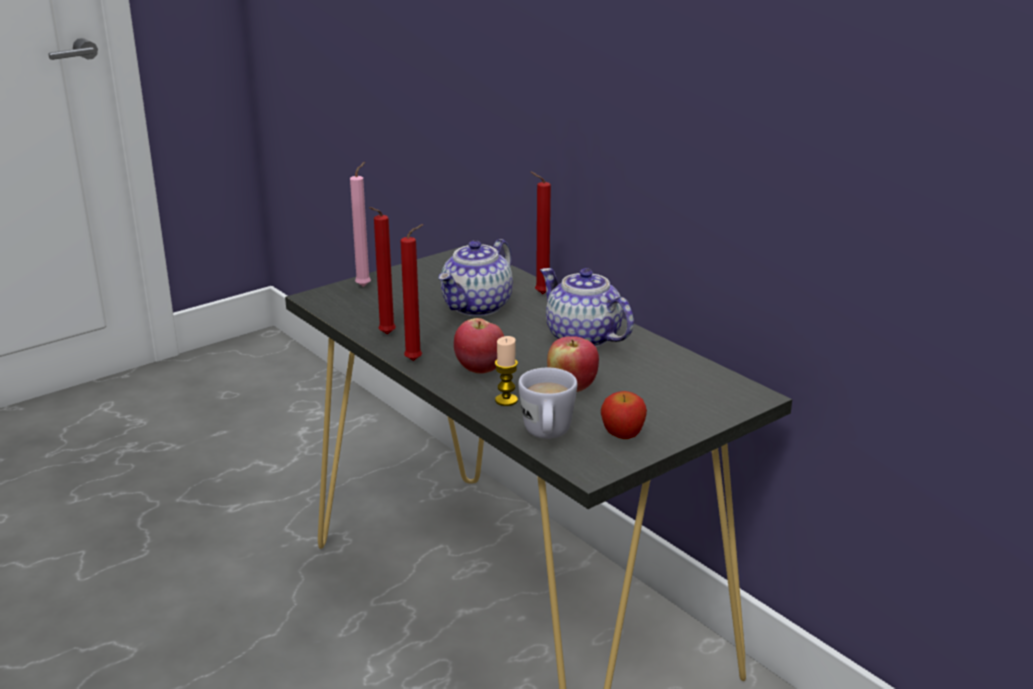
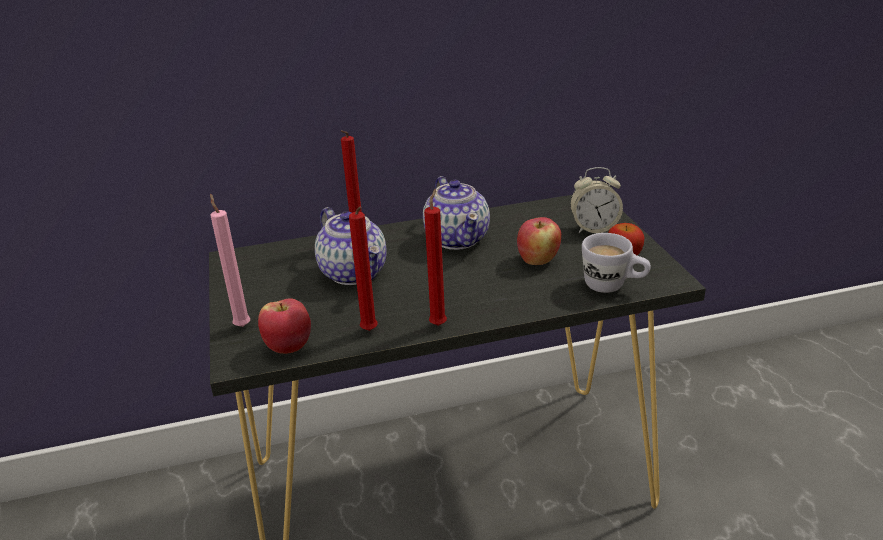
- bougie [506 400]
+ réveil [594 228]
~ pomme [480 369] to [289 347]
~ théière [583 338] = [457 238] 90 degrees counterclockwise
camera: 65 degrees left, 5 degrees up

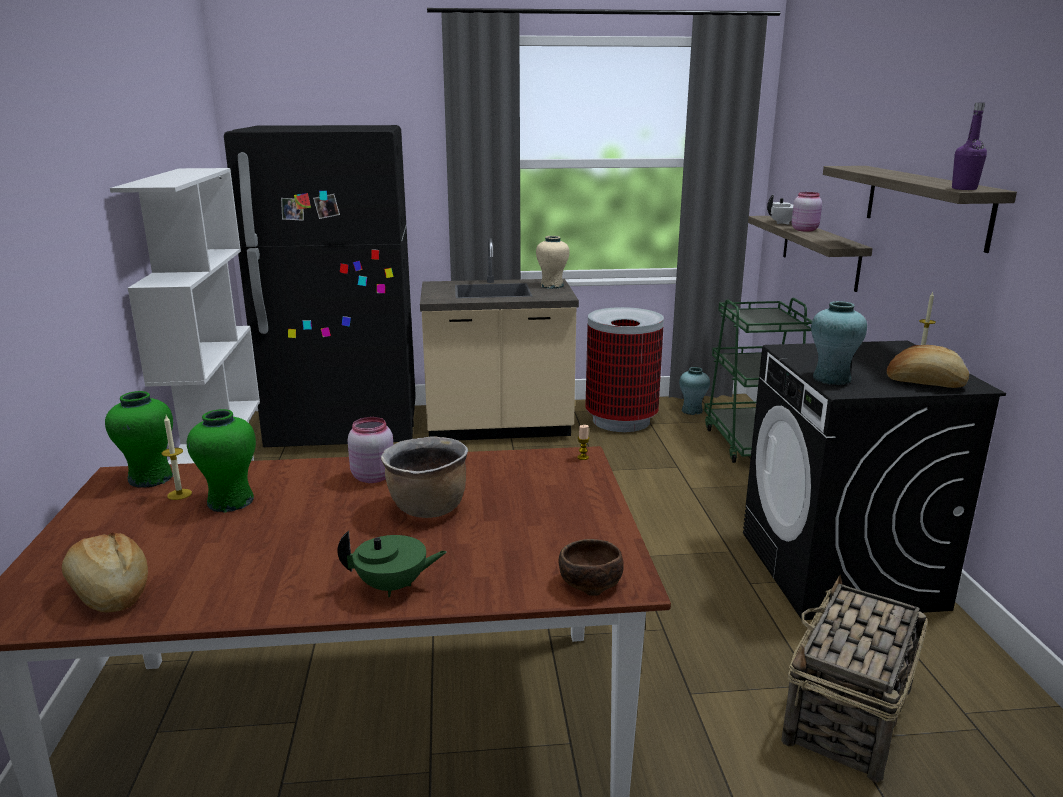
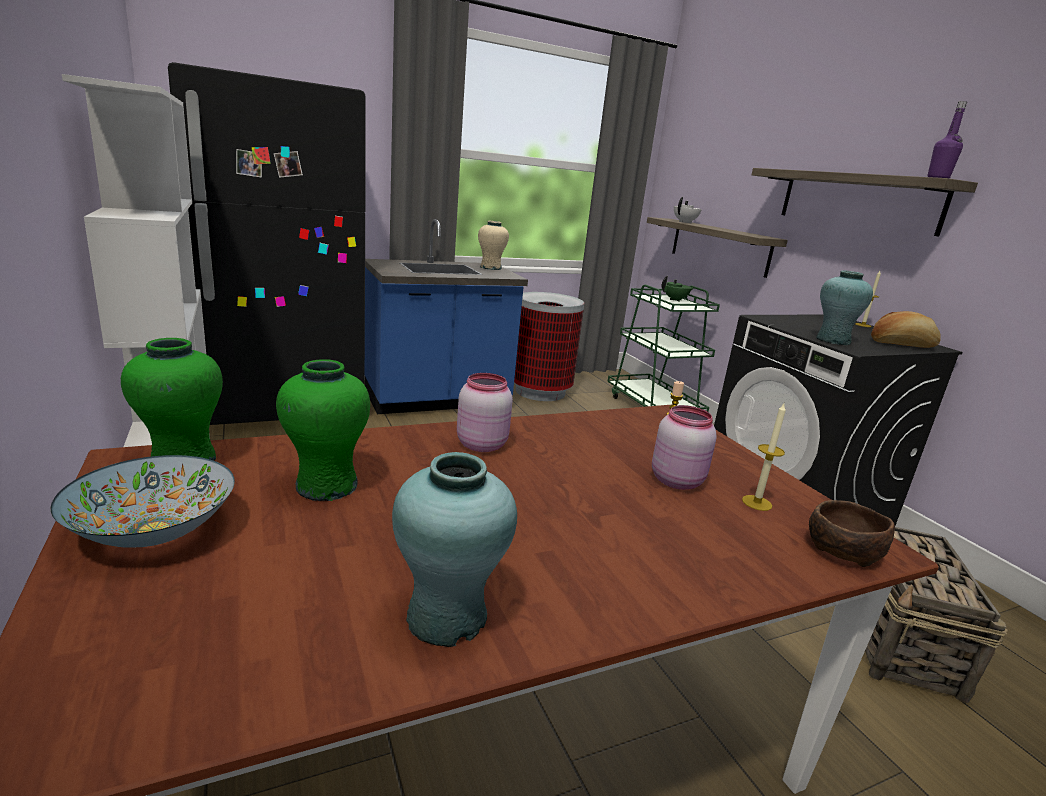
- pain [108 592]
- marmite (marron) [427 508]
+ bol [154 531]
~ bougie [179 494] to [757 503]
~ théière (vert) [393 586] to [675 300]
~ vase (turquoise) [692 411] to [447 616]
~ bocal (rose) [805 230] to [677 480]
~ comptoir de cuisine (beige) [499 428] to comptoir de cuisine (bleu) [437 400]
camera: 20 degrees left, 0 degrees up

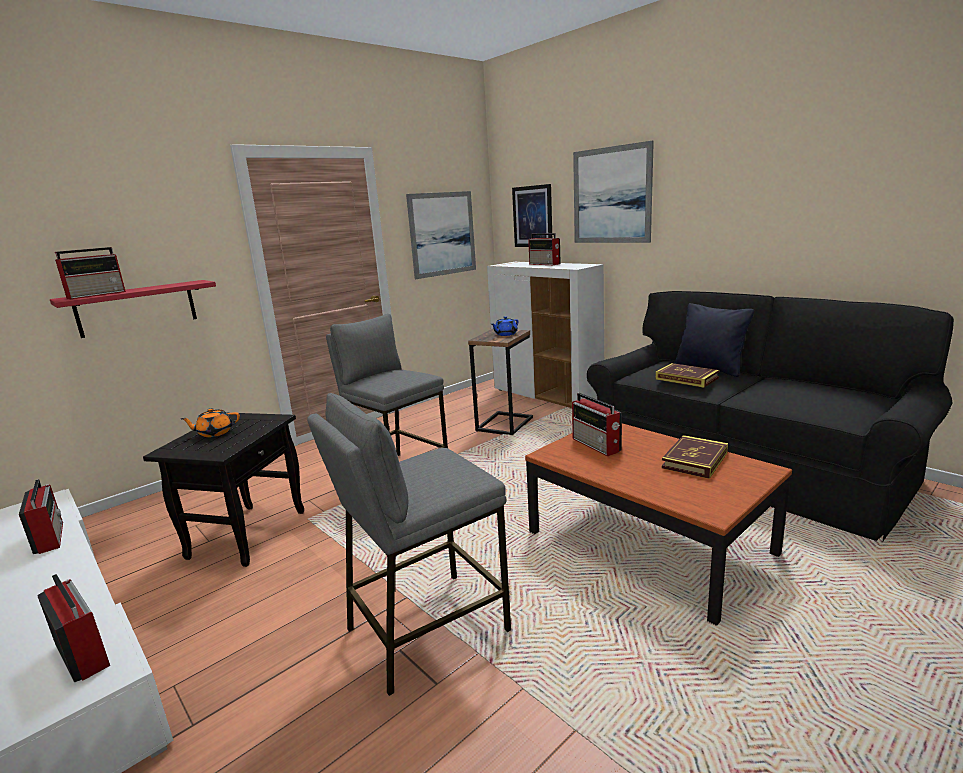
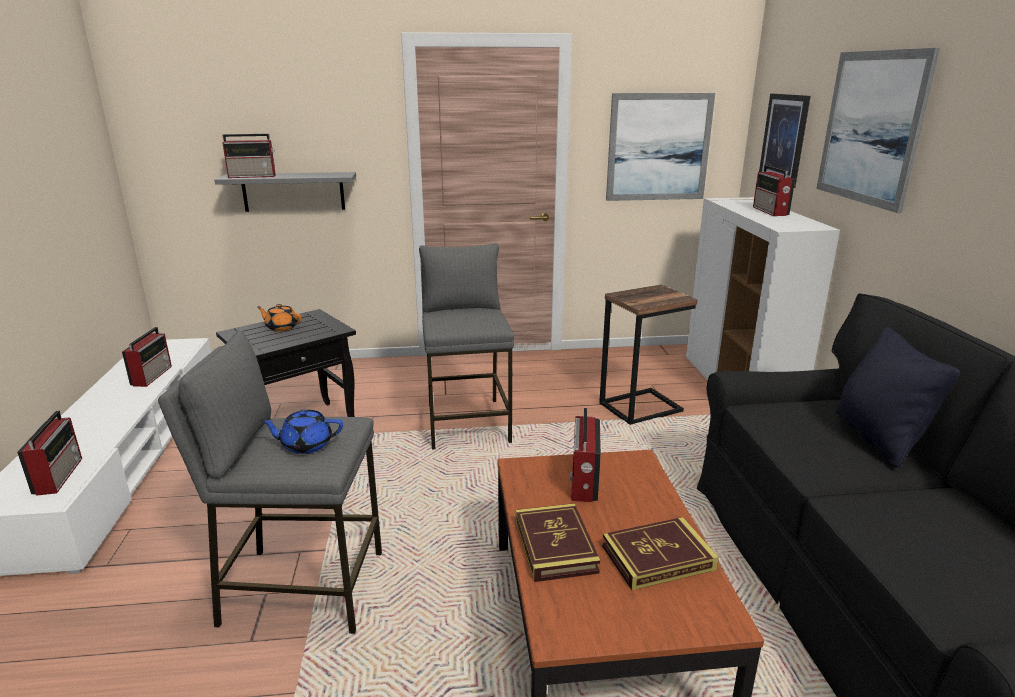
~ théière (bleu) [505 334] to [306 445]
~ livre [686 378] to [555 546]
~ étagère (rouge) [137 308] to étagère (gris) [293 191]
camera: 35 degrees right, 5 degrees up

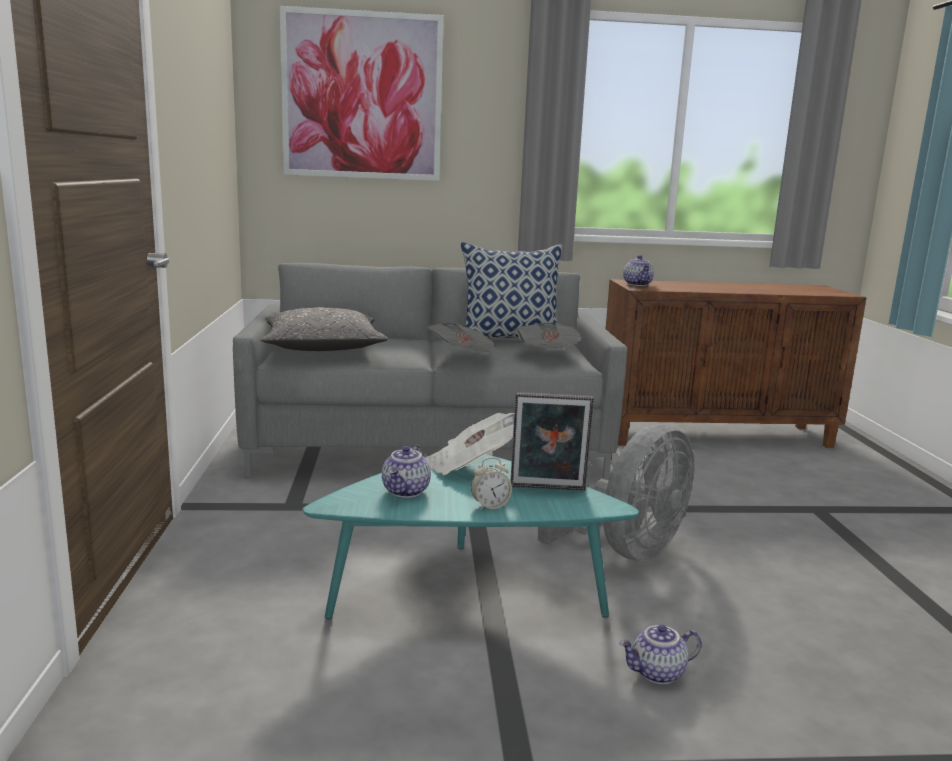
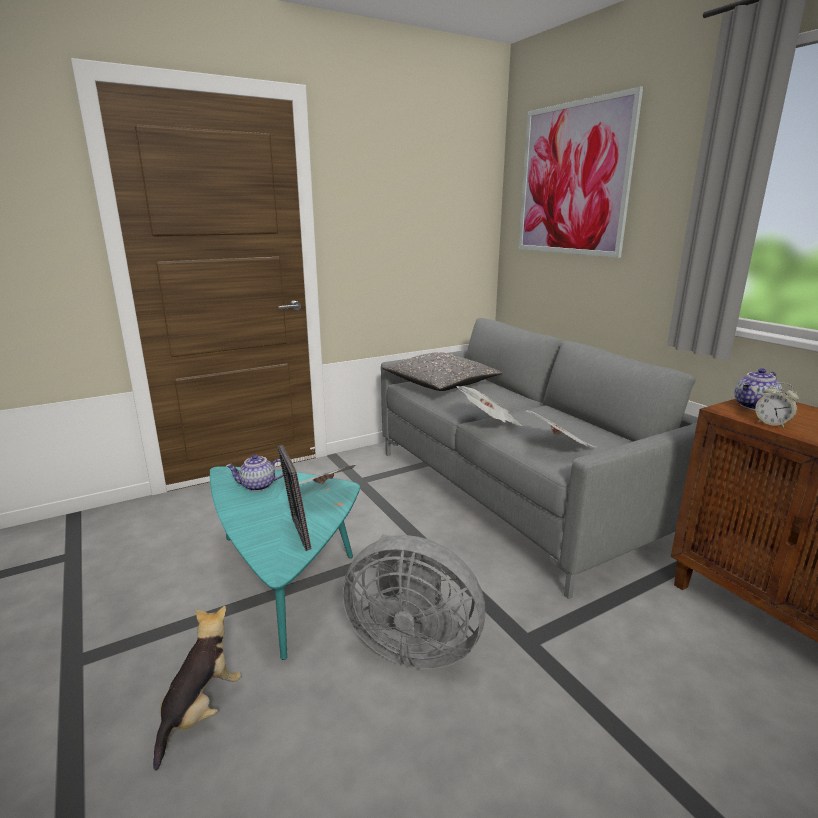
- coussin [510 340]
~ réveil [490 506] to [772 424]
~ théière [657 674] to peluche [200 710]
camera: 65 degrees right, 5 degrees up

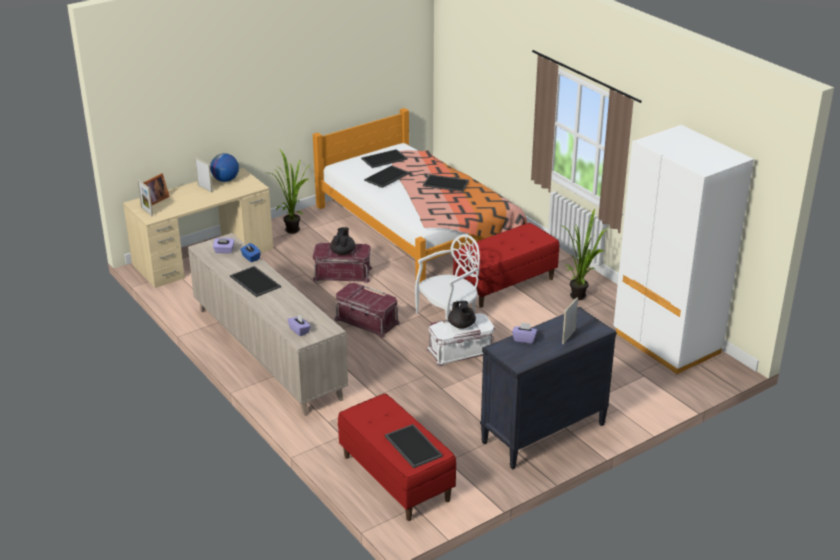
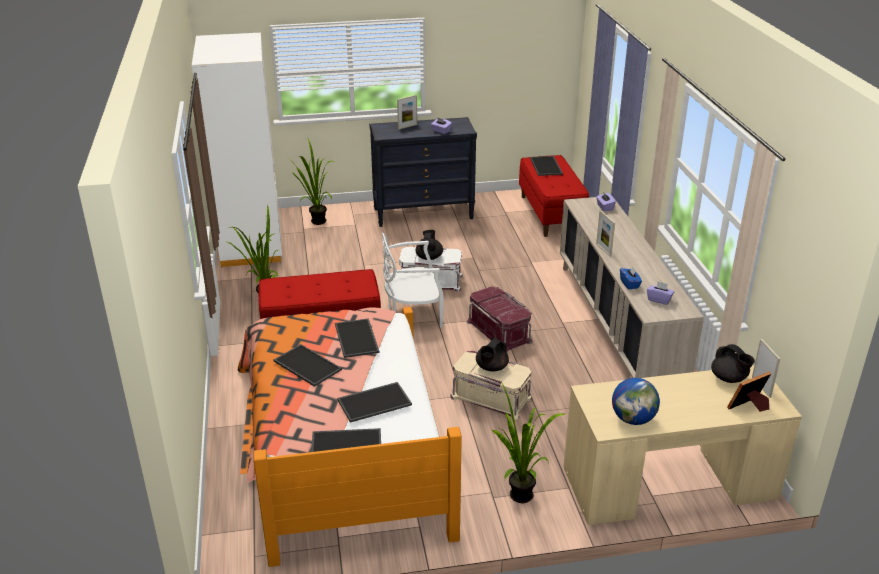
+ plante en pot [315 223]
+ théière (noir) [729 378]
~ cadre photo [205 188] to [603 250]
~ plateau [254 282] to [357 338]
~ boîte de rangement (rouge) [342 273] to boîte de rangement (beige) [490 398]
camera: 155 degrees left, 0 degrees up

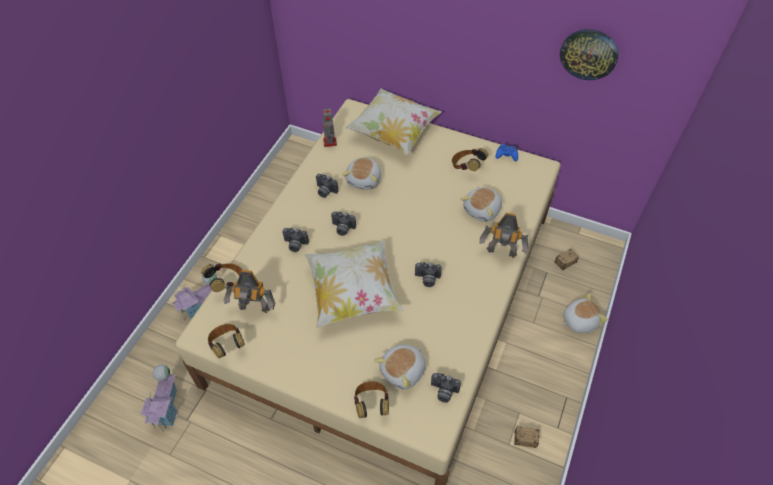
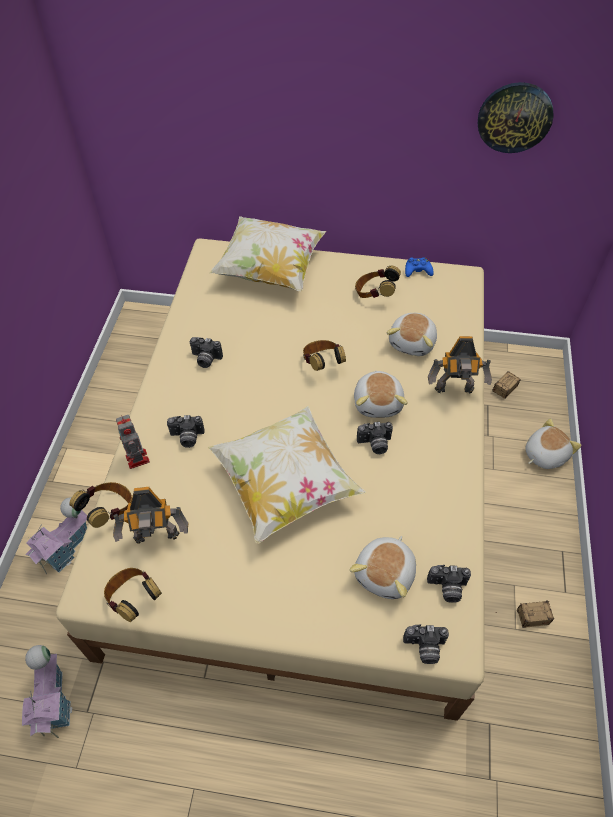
~ robot jouet [330 143] to [138 460]
~ appareil photo [342 229] to [424 648]
~ peluche [364 179] to [378 402]
~ casque audio [371 404] to [322 364]
camera: 15 degrees left, 0 degrees up

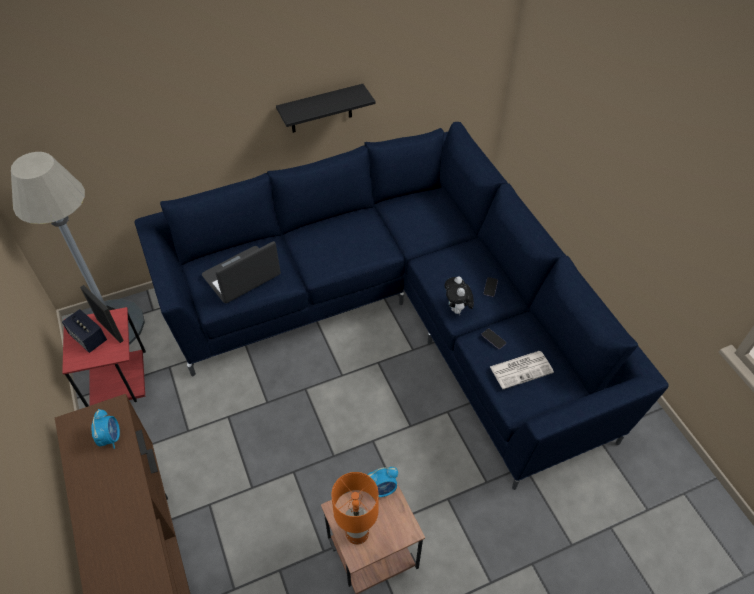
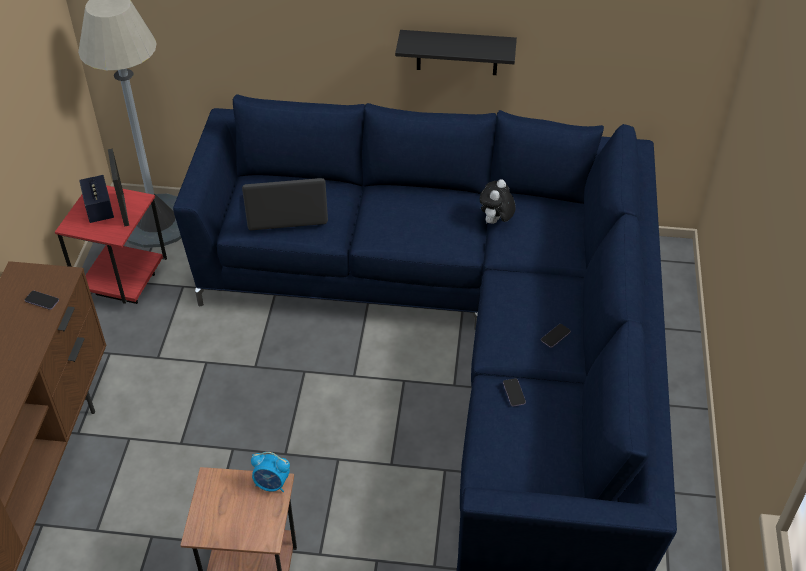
- lampe de table (orange) [357 532]
- journal [522 369]
~ peluche [457 309] to [495 222]
~ réveil [110 437] to téléphone [42 301]
camera: 30 degrees right, 5 degrees down

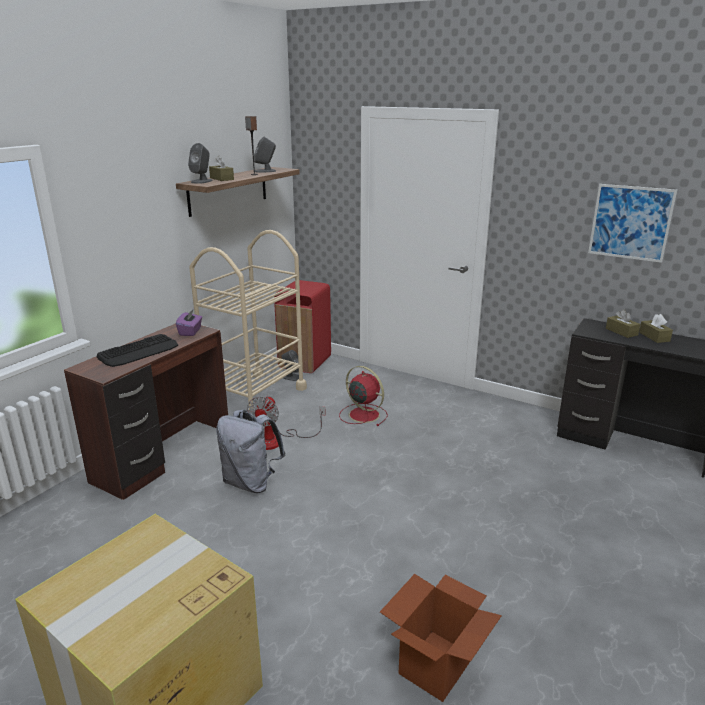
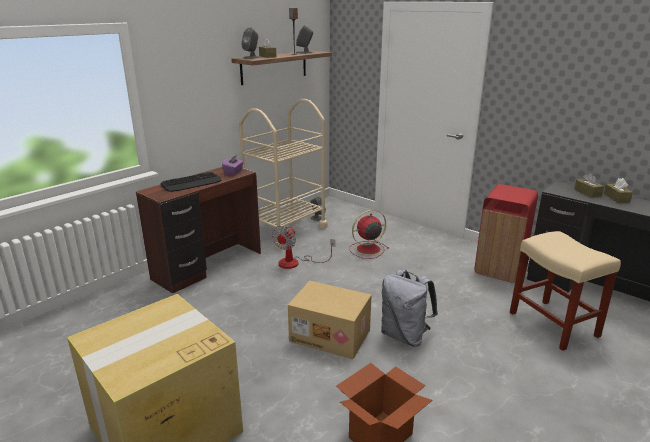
- tableau [630 222]
+ carton [331 335]
+ tabouret (beige) [552 323]
~ sac à dos (gris) [251 483] to [405 336]
~ poubelle (rouge) [305 362] to [500 268]
~ ventilateur (rouge) [363 414] = [367 249] 75 degrees counterclockwise
camera: 10 degrees right, 0 degrees up

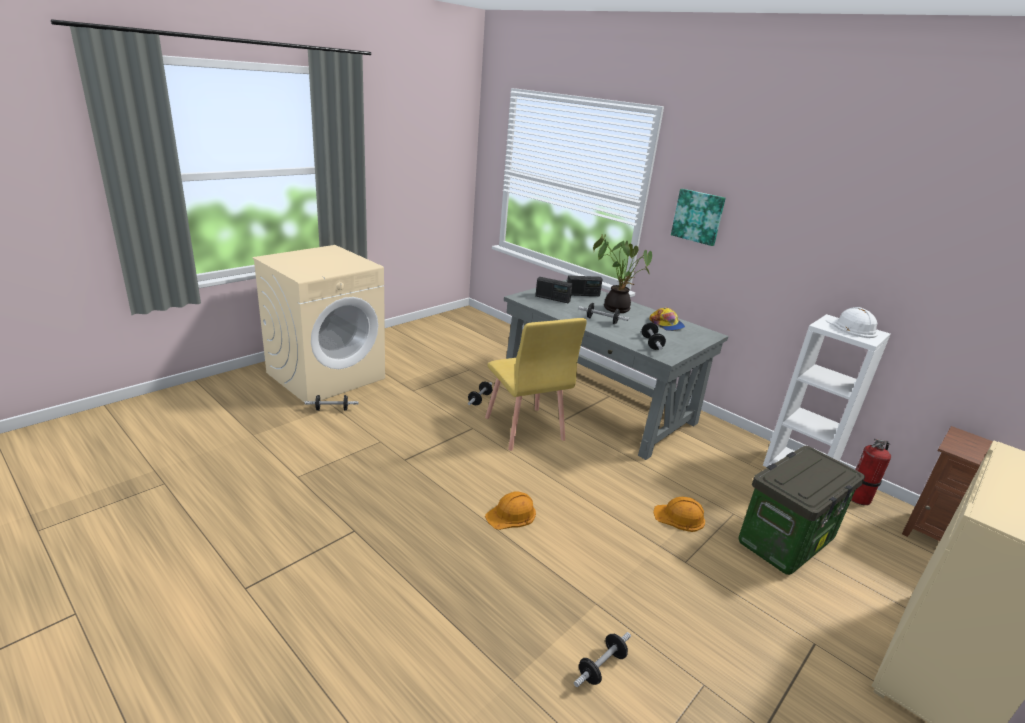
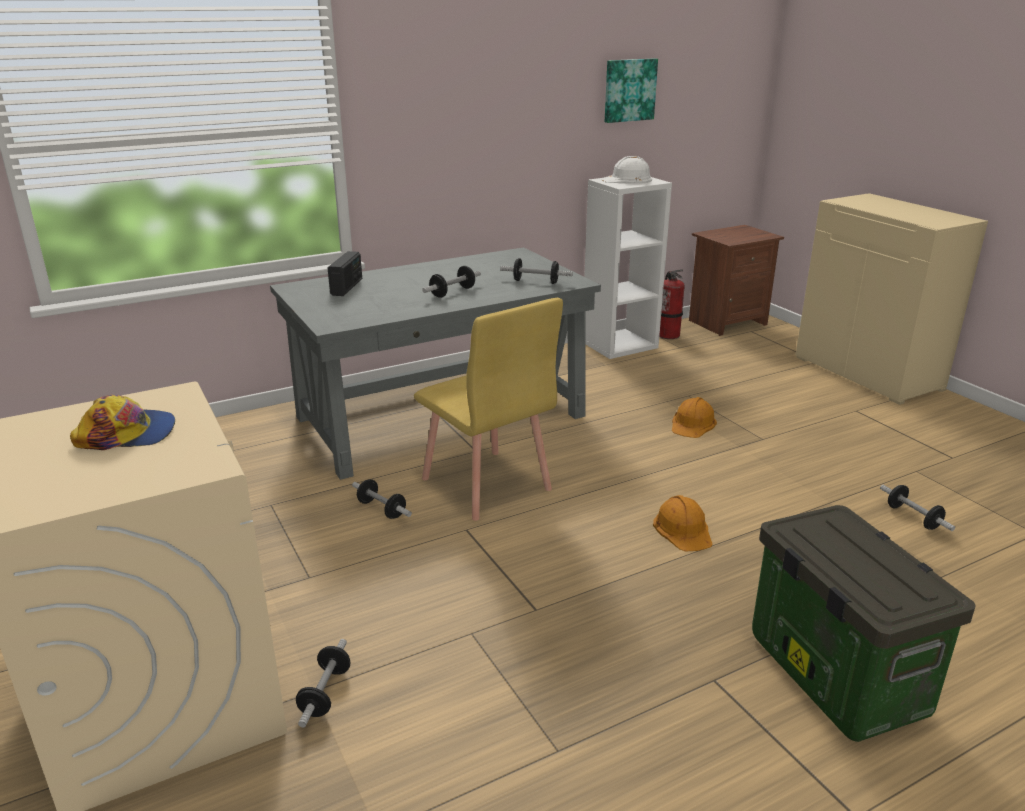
- radio [552 298]
- plante en pot [616 308]
~ casquette [666 324] to [127 434]
~ tableau [698 216] to [629 90]
~ boîte de rangement [785 540] to [832 674]
~ chaise (jaune) [524 429] = [486 485] 60 degrees clockwise
camera: 70 degrees left, 0 degrees up

